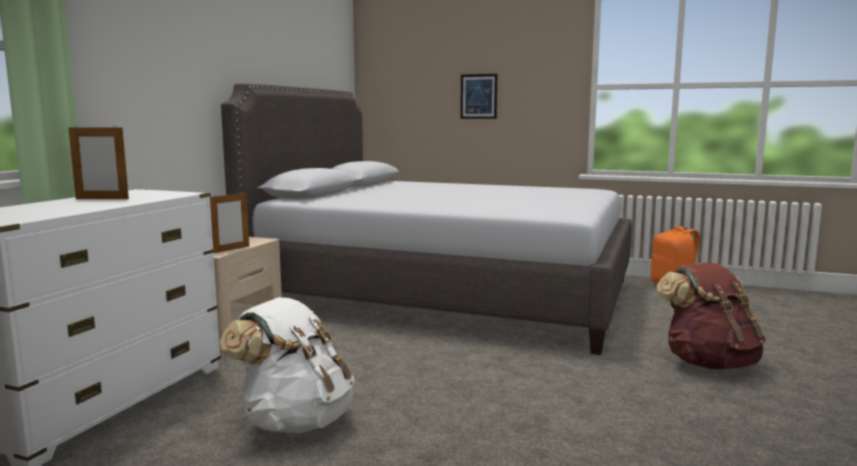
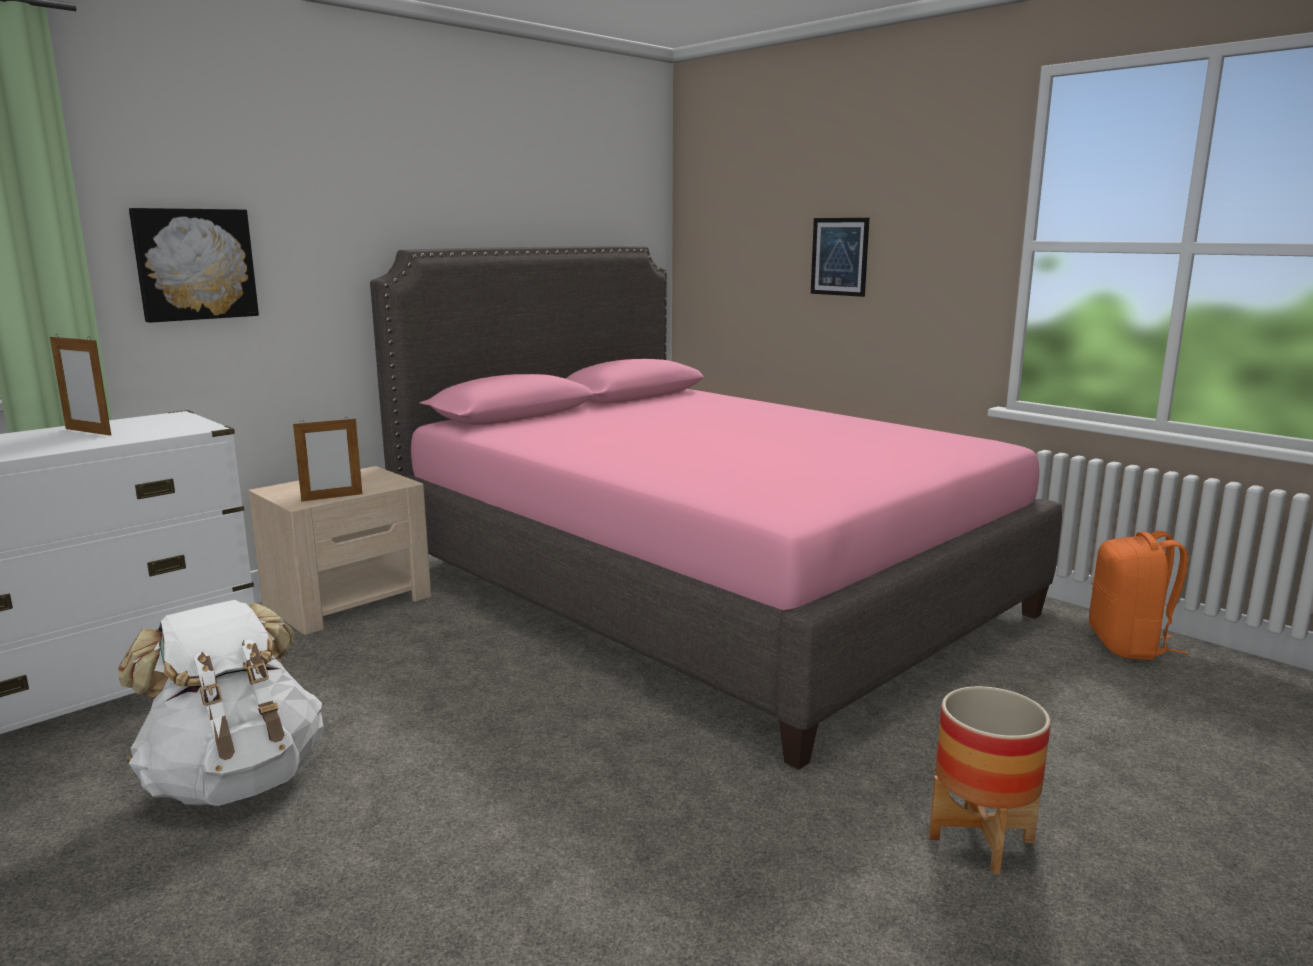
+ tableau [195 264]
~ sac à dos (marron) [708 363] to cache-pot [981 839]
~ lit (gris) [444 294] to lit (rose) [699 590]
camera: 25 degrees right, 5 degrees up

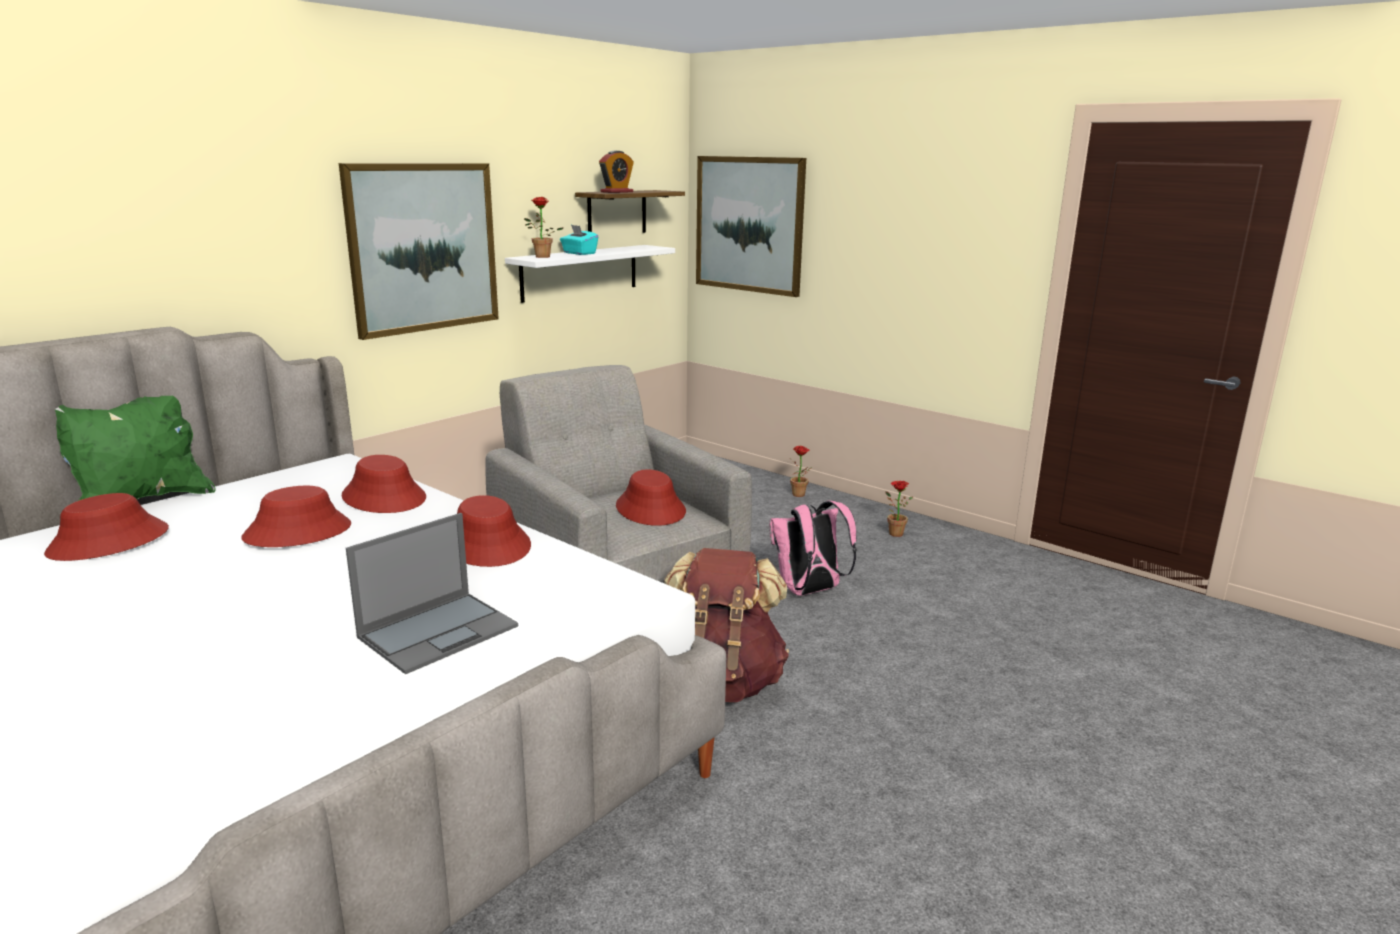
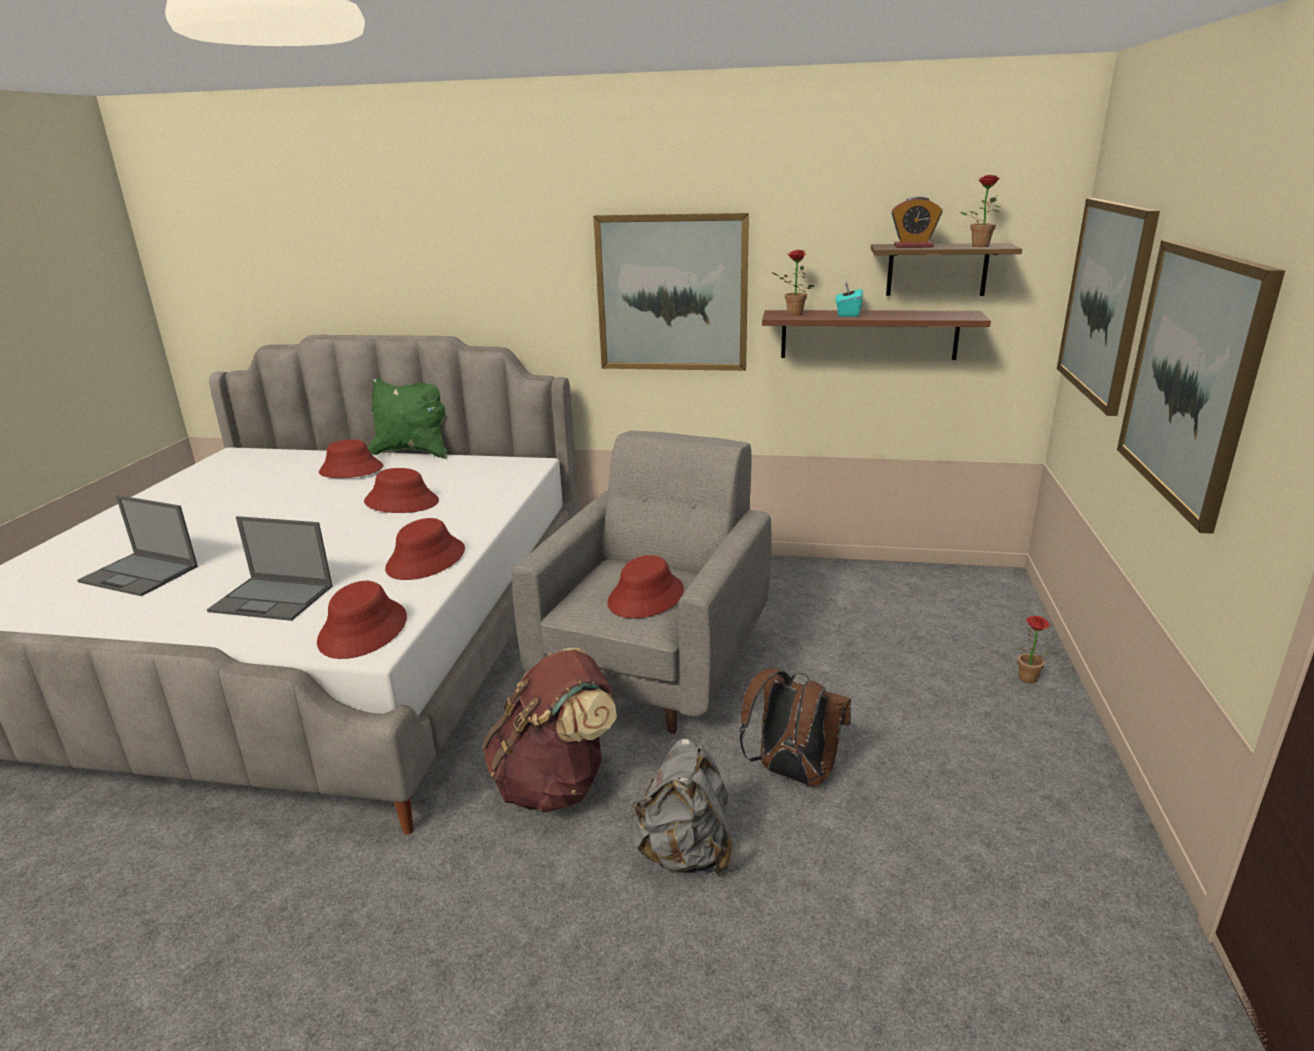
+ ordinateur portable [140 574]
+ sac à dos (gris) [685 853]
+ tableau [1191 376]
~ chapeau (rouge) [384 497] to [363 630]
~ plante en pot [893 533] to [980 245]
~ étagère (blanc) [580 272] to étagère (marron) [868 334]
~ sac à dos (rose) [809 591] to sac à dos (marron) [791 773]
camera: 60 degrees right, 5 degrees up

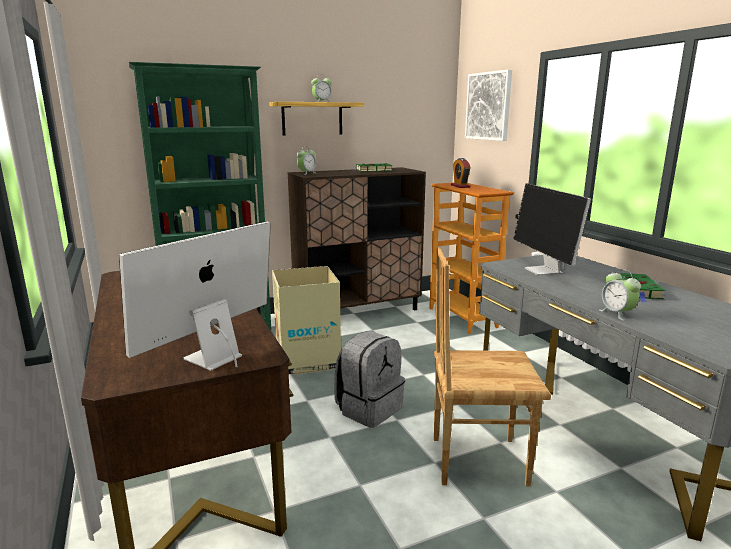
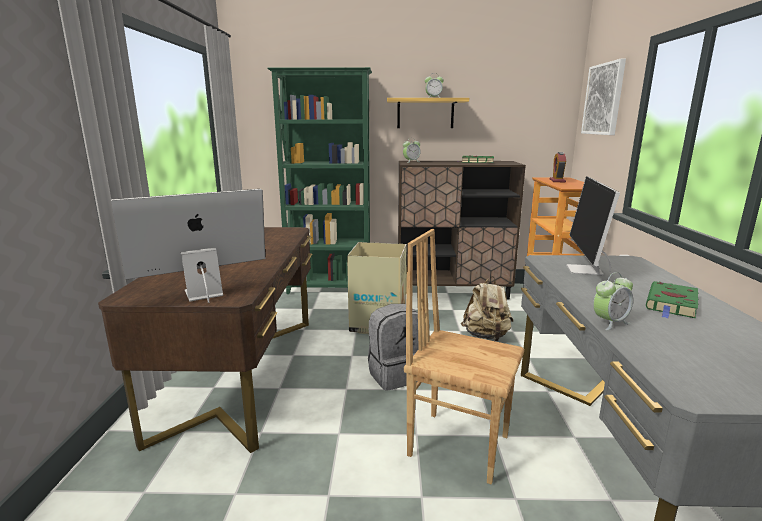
+ sac à dos (beige) [486 336]
~ réveil [617 314] = [609 323] 120 degrees counterclockwise
camera: 25 degrees right, 0 degrees up

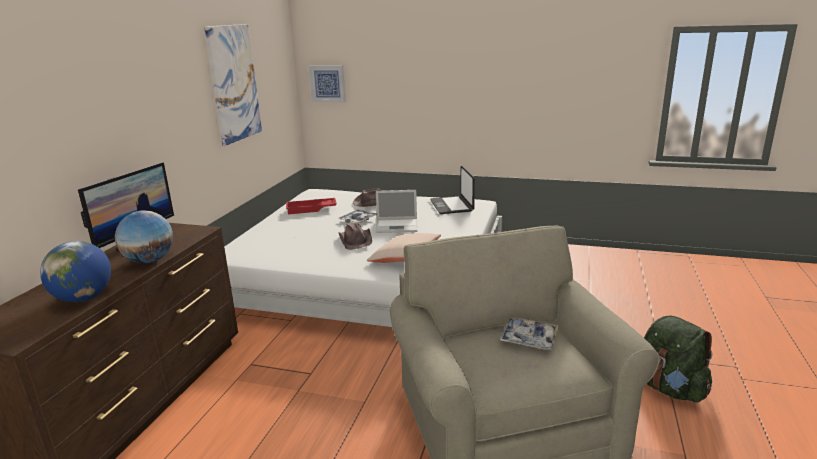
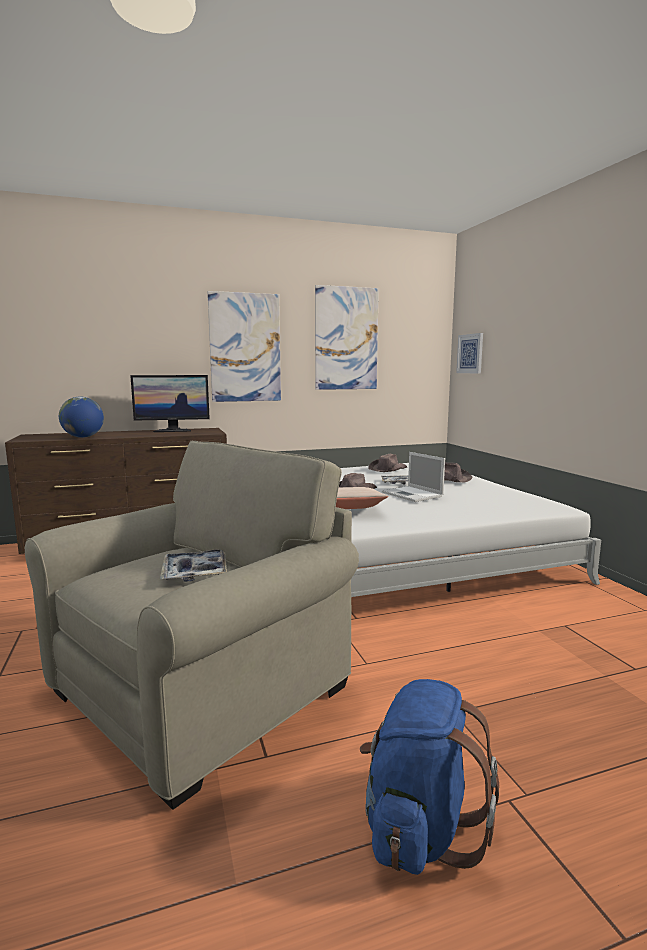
- globe [149 261]
- ordinateur portable [452 206]
+ tableau [245 348]
~ plateau (rouge) [311 209] to chapeau (marron) [387 469]
~ sac à dos (vert) [669 388] to sac à dos (bleu) [419 827]
camera: 55 degrees right, 10 degrees down

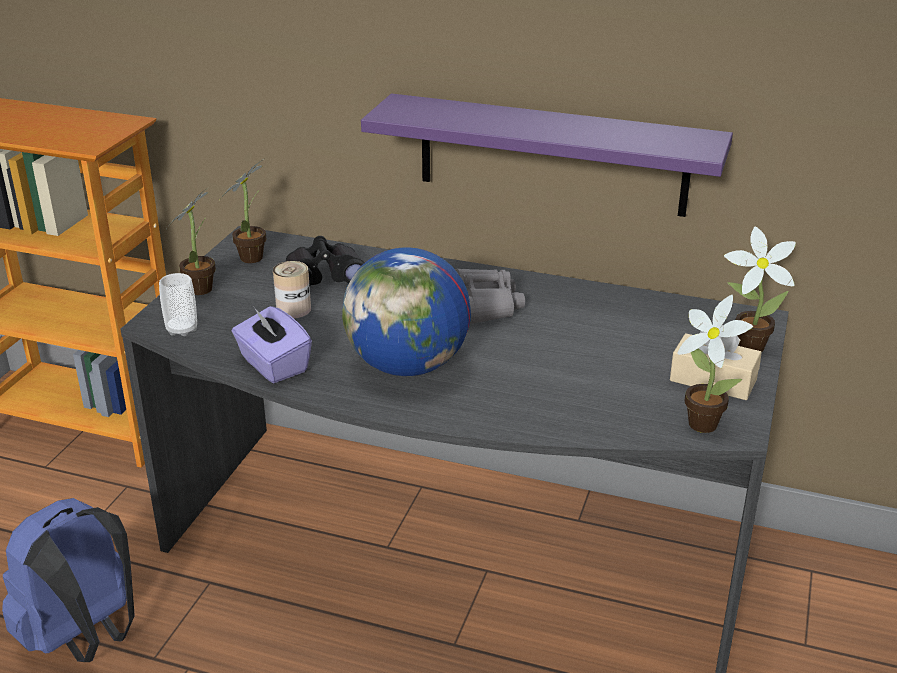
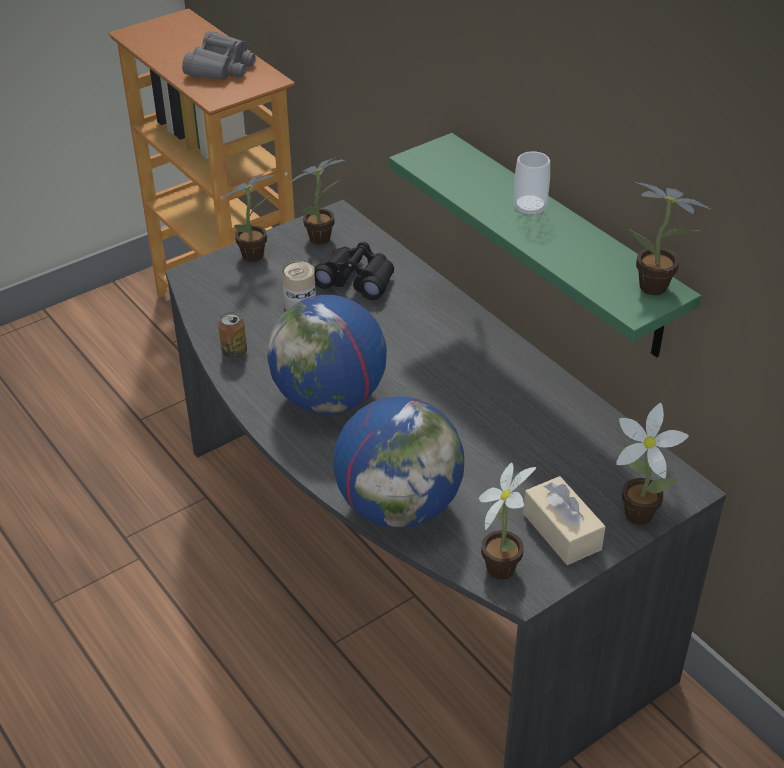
- sac à dos (bleu) [85 637]
+ globe [399 506]
+ plante en pot [657 289]
~ tasse [182 329] to [529 209]
~ jumelles (gris) [483 305] to [221 67]
~ boîte à mouchoirs (violet) [273 365] to boîte métallique [234 352]
~ étagère (violet) [552 155] to étagère (vert) [562 246]
camera: 35 degrees right, 10 degrees up

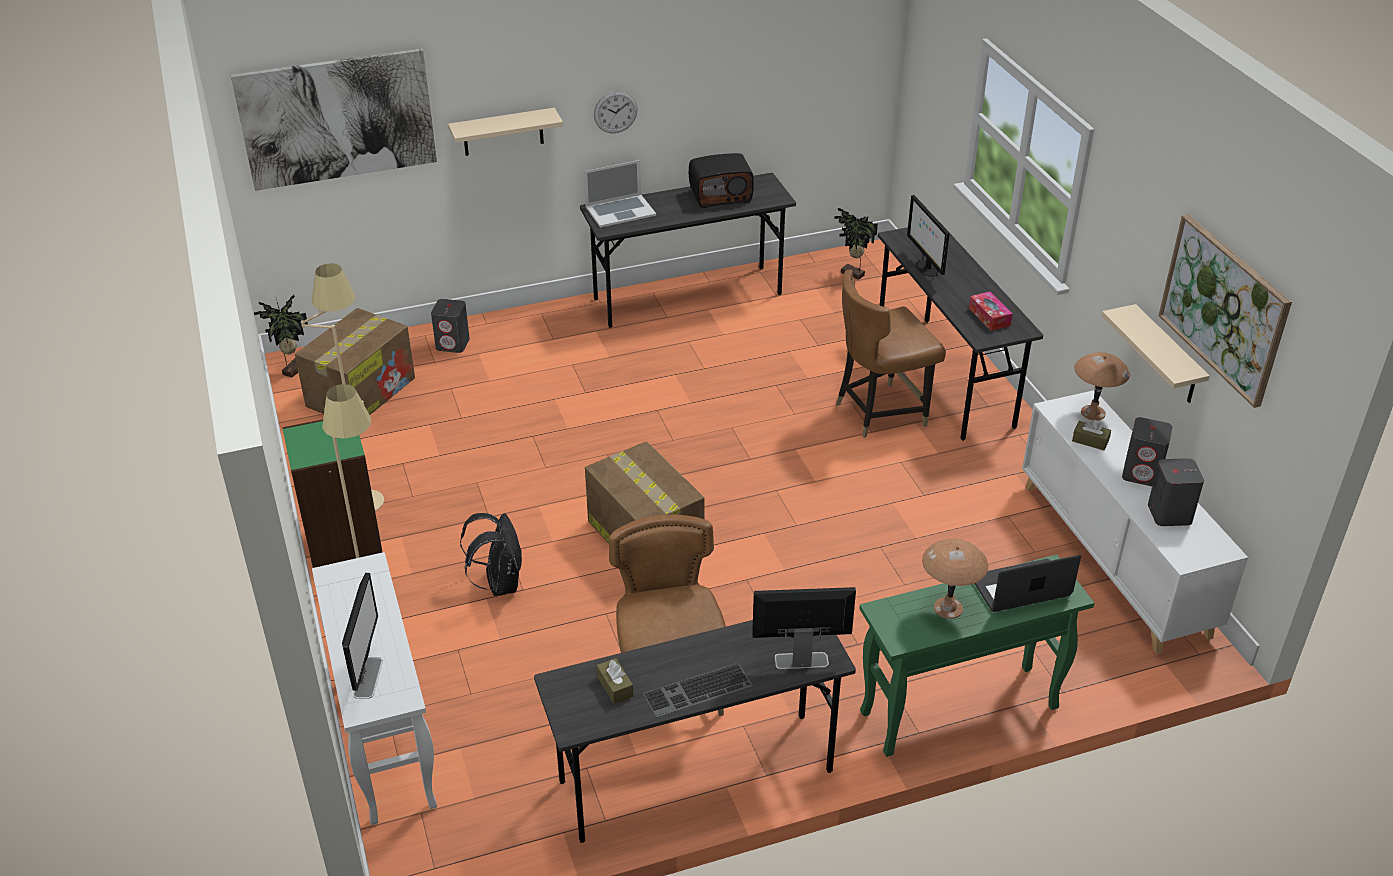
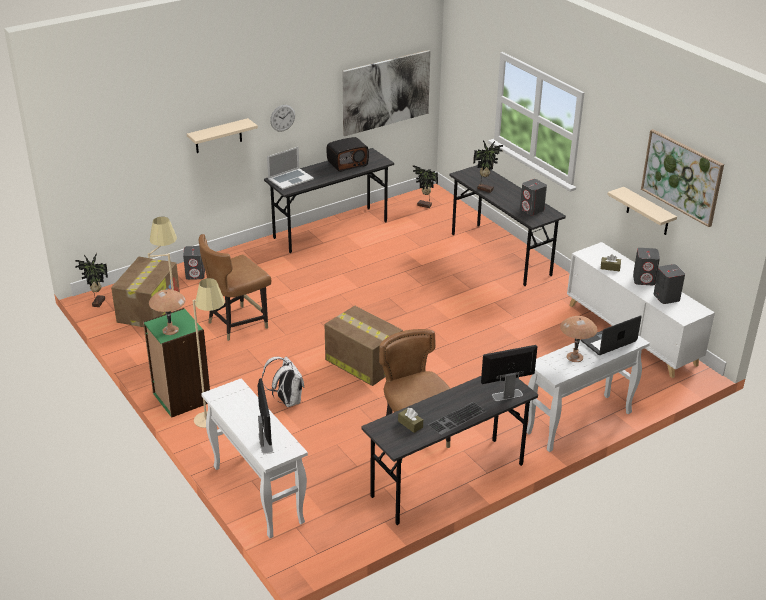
~ tableau [337 118] to [386 92]
~ chaise (marron) [880 412] to [237 324]
~ lampe de table (marron) [1092 413] to [170 330]
~ écran d'ordinateur [926 268] to plante en pot [485 189]
~ boîte à mouchoirs [989 317] to enceinte (gris) [532 210]
~ sac à dos (noir) [499 583] to sac à dos (blanc) [287 401]
~ table console (vert) [958 711] to table console (blanc) [578 423]
camera: 15 degrees left, 5 degrees down

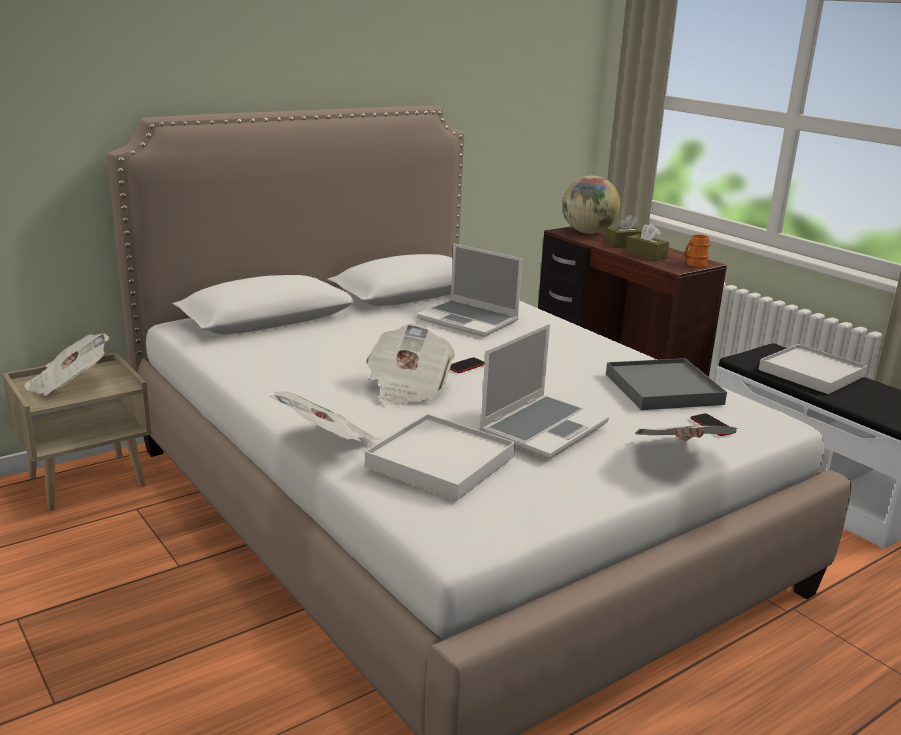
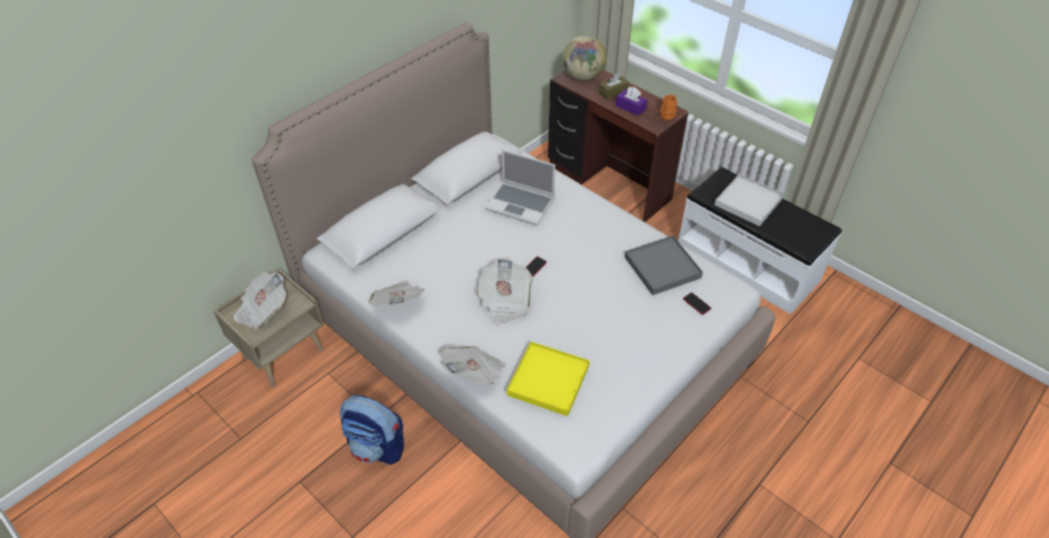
- ordinateur portable [543 427]
+ sac à dos [377 447]
~ journal [680 456] to [398 303]
~ plateau (blanc) [441 461] to plateau (jaune) [548 380]
~ boîte à mouchoirs (marron) [646 255] to boîte à mouchoirs (violet) [630 107]
camera: 10 degrees left, 25 degrees up

